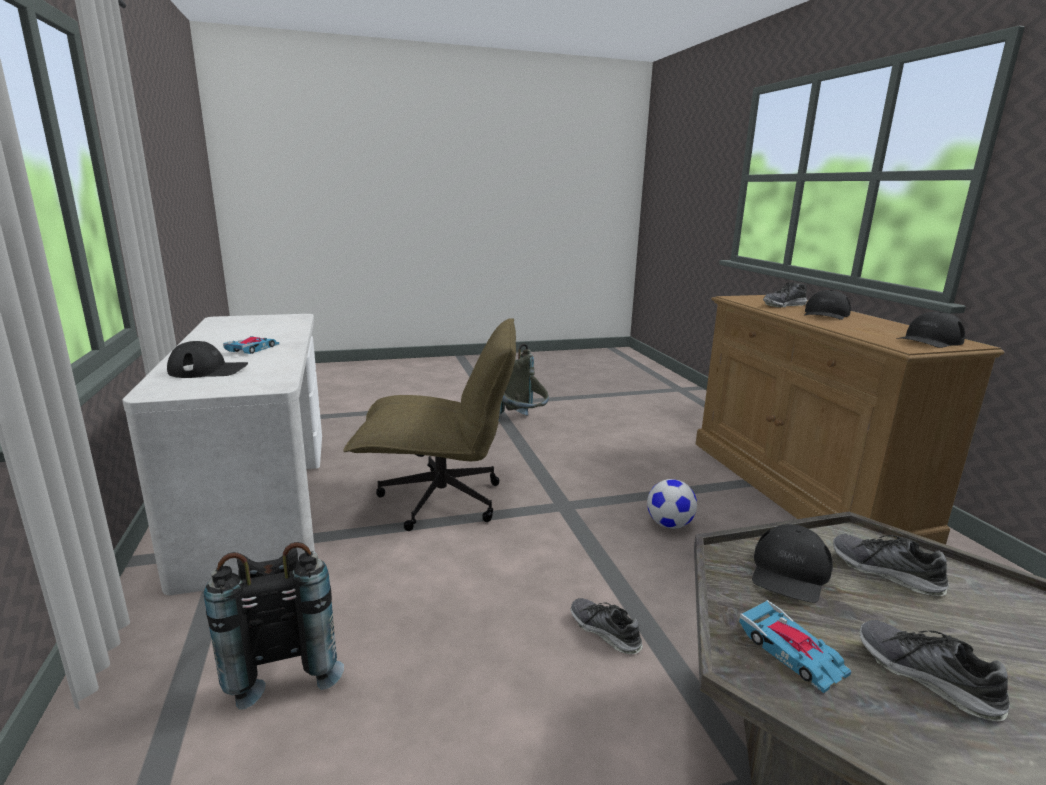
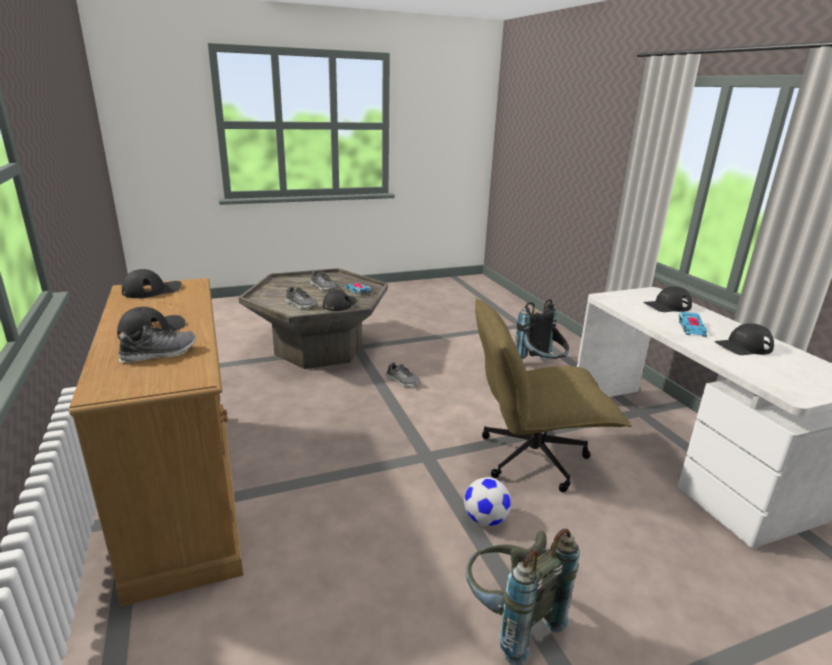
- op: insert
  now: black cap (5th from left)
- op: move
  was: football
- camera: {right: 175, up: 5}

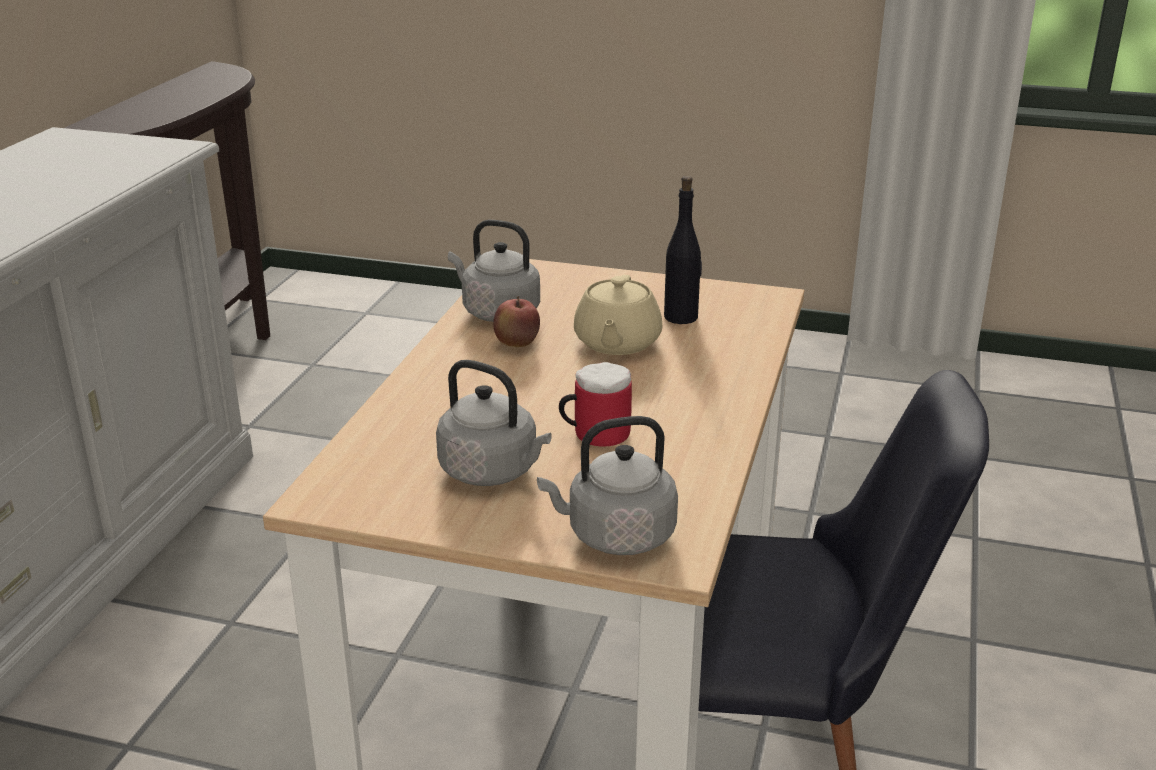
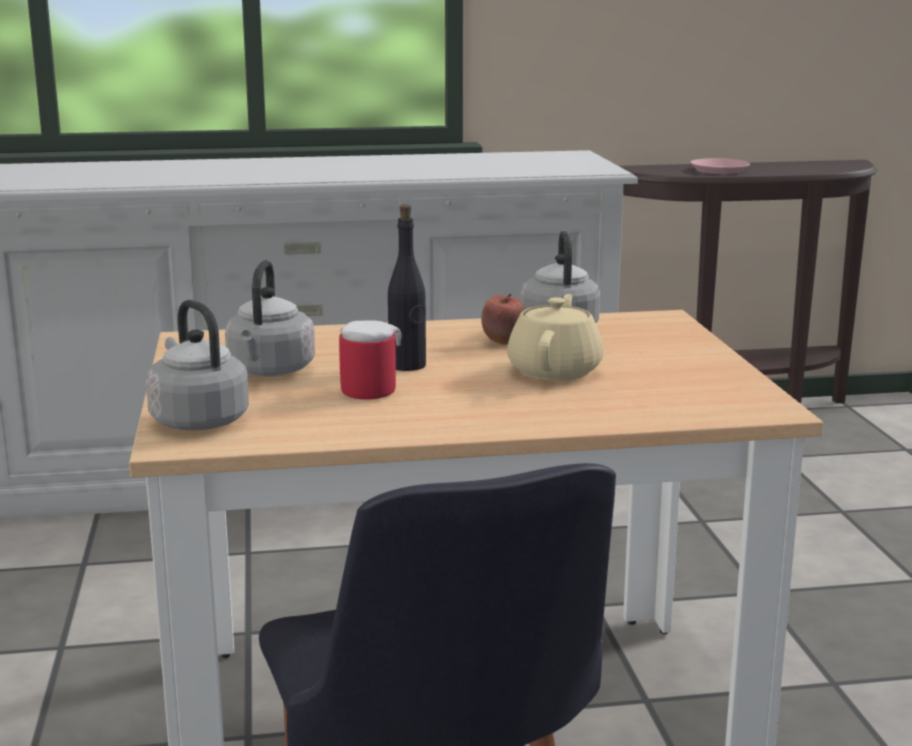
- op: insert
  now: pink plate
- op: move
  was: black bottle
- op: rotate
  was: beige teapot
  clockwise: 120
- camera: {right: 65, up: -10}

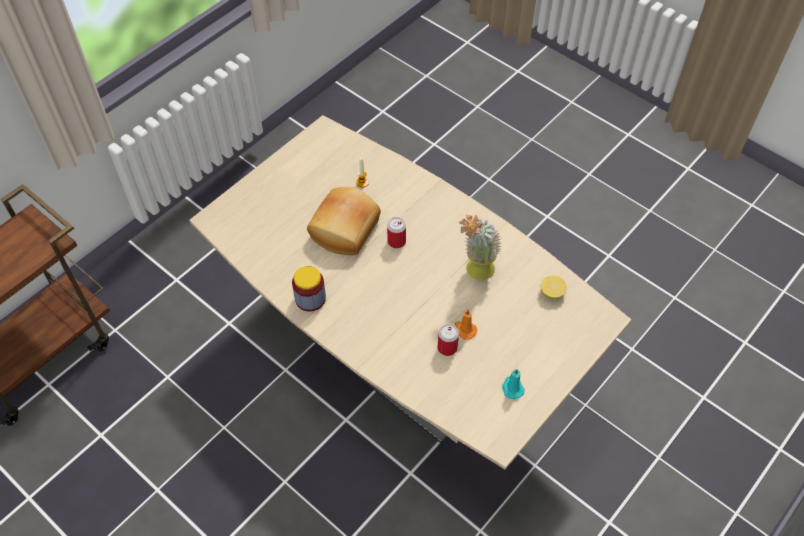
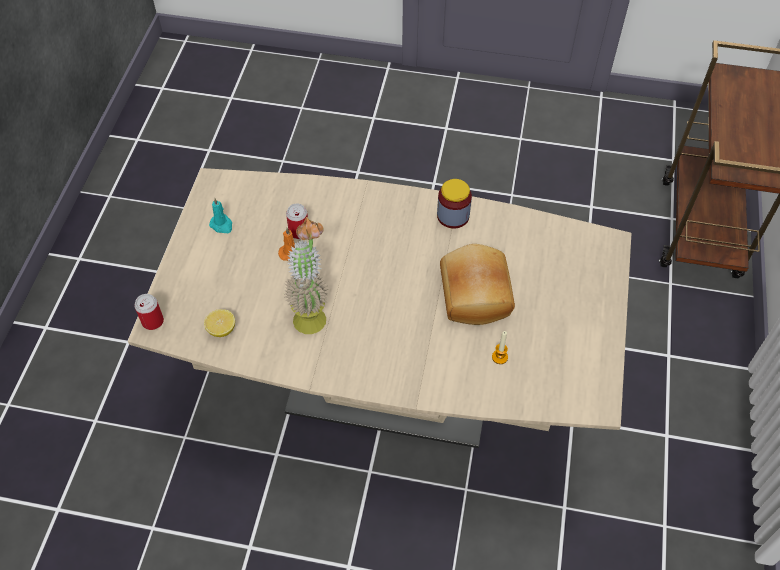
- op: move
  was: can (1st from left)
- camera: {right: 150, up: 0}

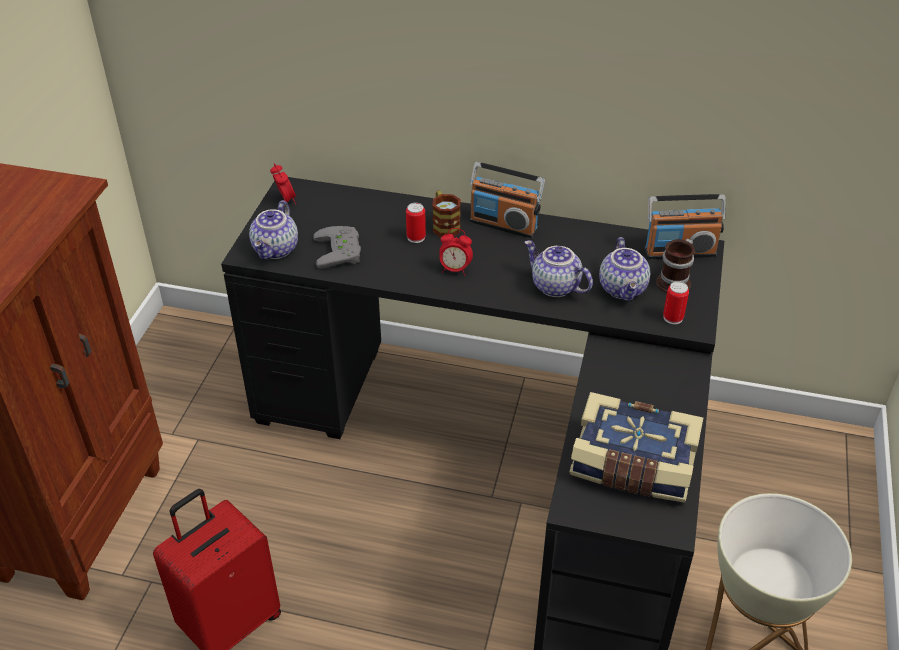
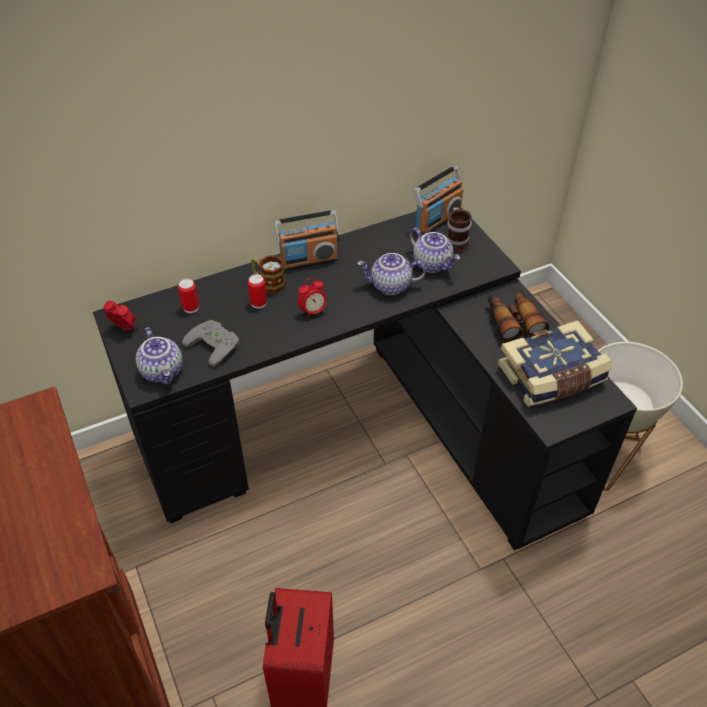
- op: insert
  now: binoculars
- op: move
  was: can (2nd from left in the first image)
  now: can (1st from left)
- camera: {right: -40, up: 5}

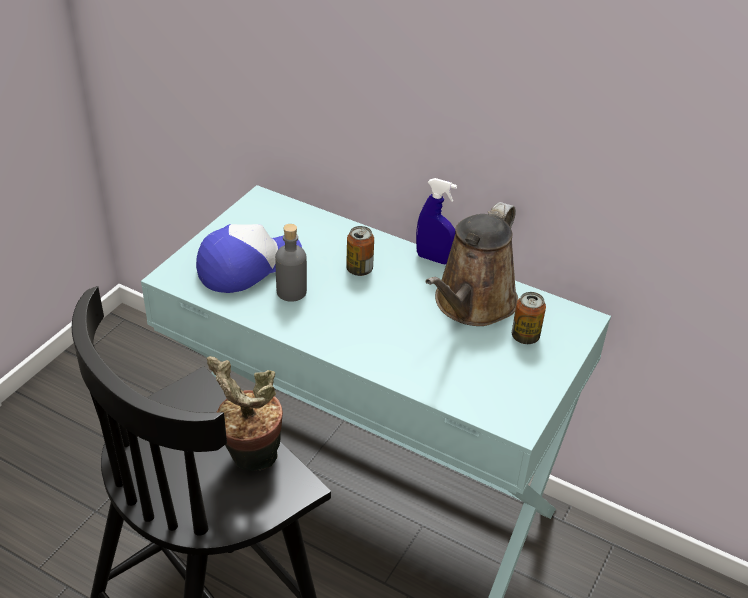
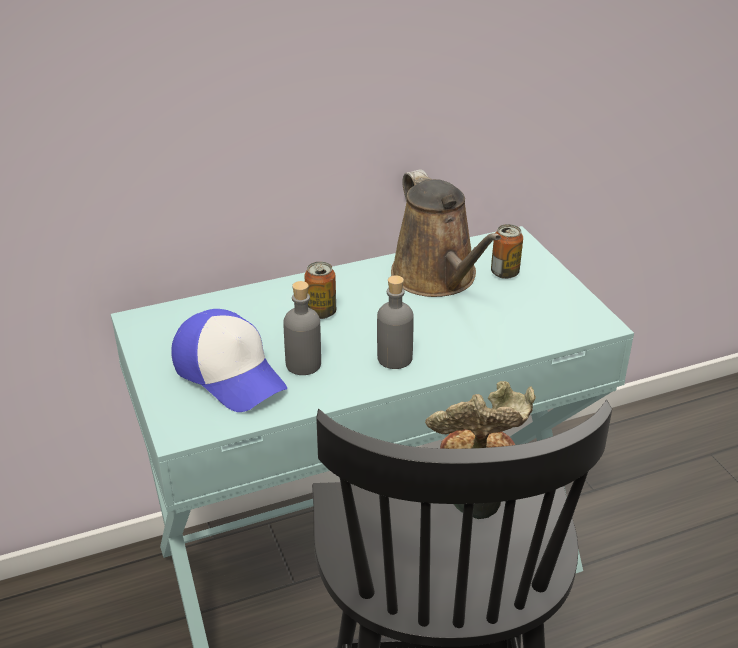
- op: delete
  was: blue spray bottle
- op: insert
  now: grey bottle (2nd from left)
- op: rotate
  was: cap
  clockwise: 135
- camera: {right: -50, up: -5}

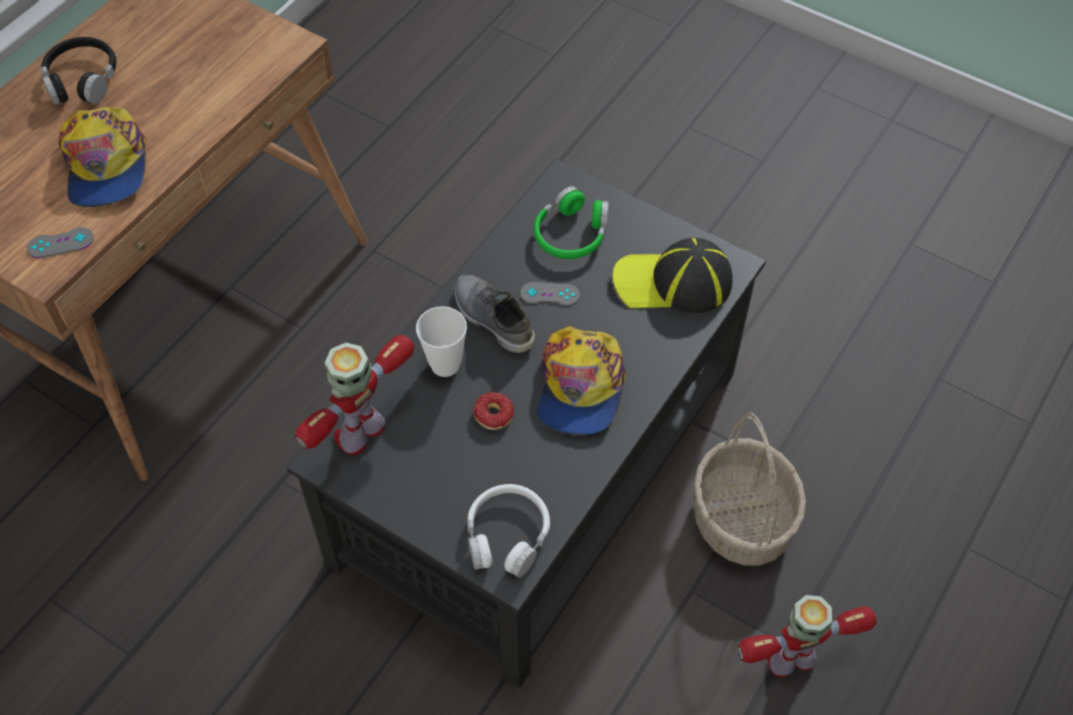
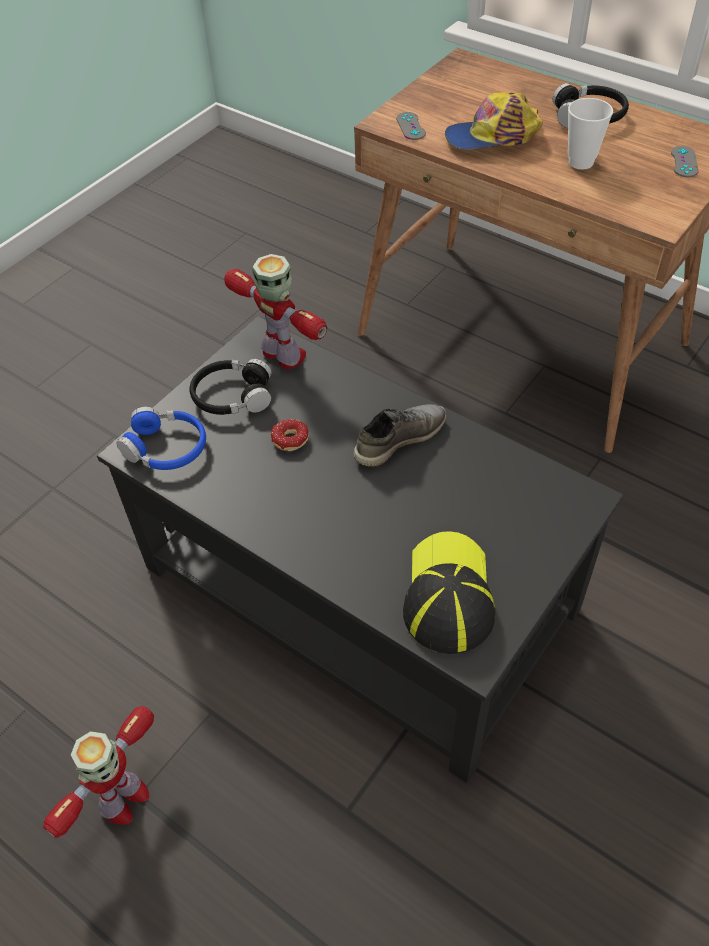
- op: delete
  was: green headphones
- op: delete
  was: cap (2nd from left)
- op: delete
  was: basket
- op: insert
  now: black headphones (1st from left)
- op: move
  was: cup
- op: move
  was: grey game controller (2nd from left)
- op: recolor
  was: white headphones
  now: blue headphones
- op: rotate
  was: toy robot (2nd from left in the first image)
  clockwise: 45
- camera: {right: 95, up: -5}

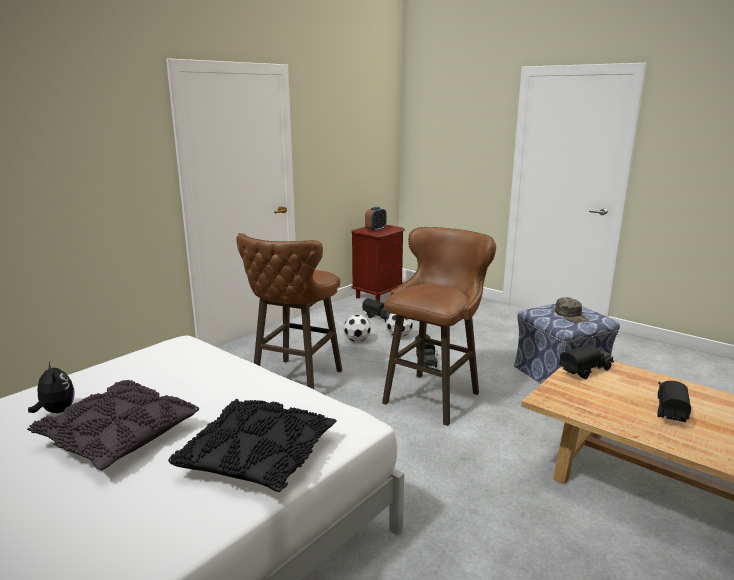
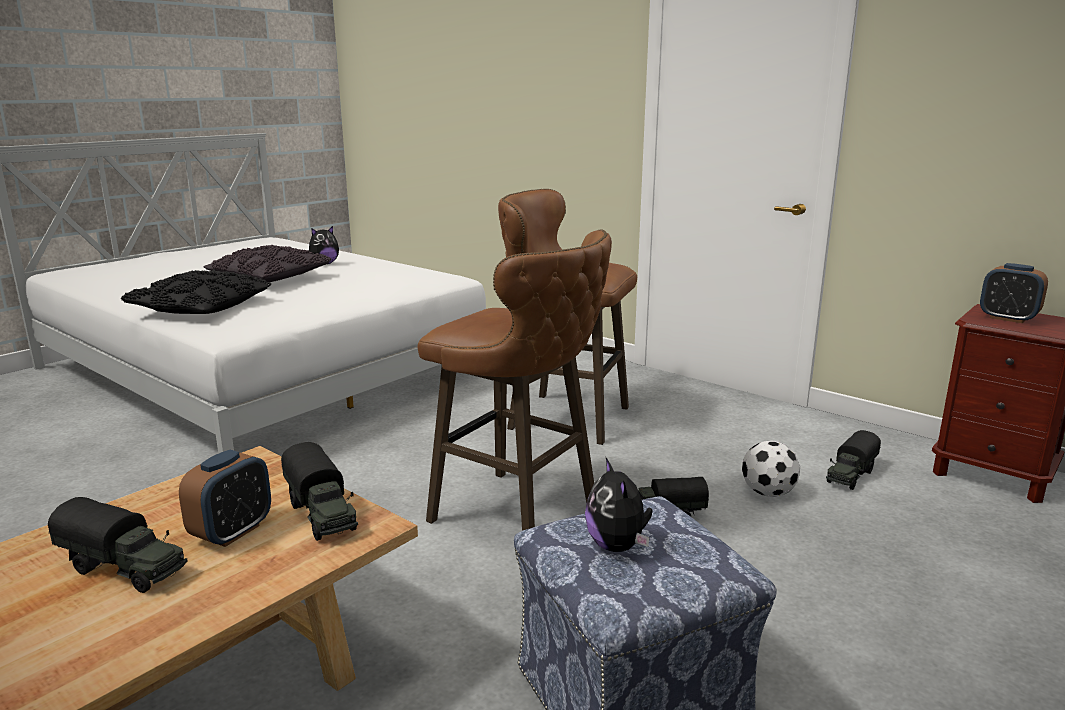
- op: delete
  was: football (1st from left)
- op: insert
  now: alarm clock (1st from left)
- op: replace
  was: green cap
  now: plush toy (2nd from left)
- camera: {right: 90, up: 0}

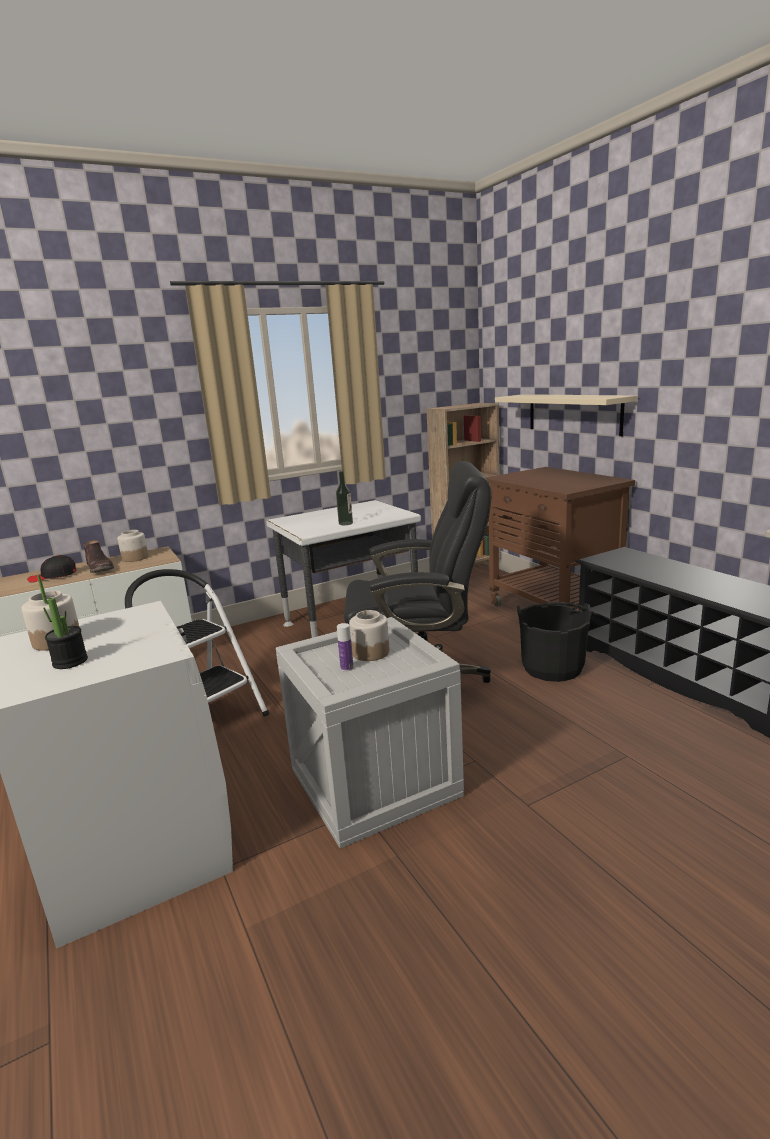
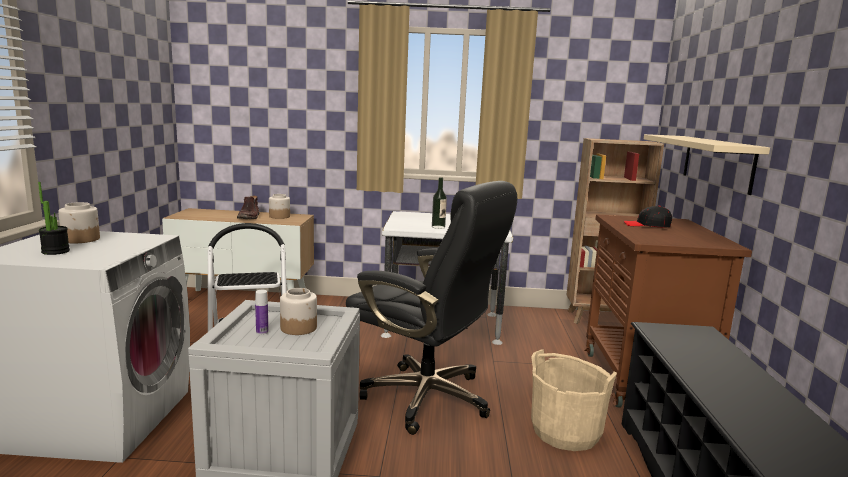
- op: move
  was: black cap
- op: recolor
  was: black bucket
  now: beige bucket
- camera: {right: 30, up: -5}

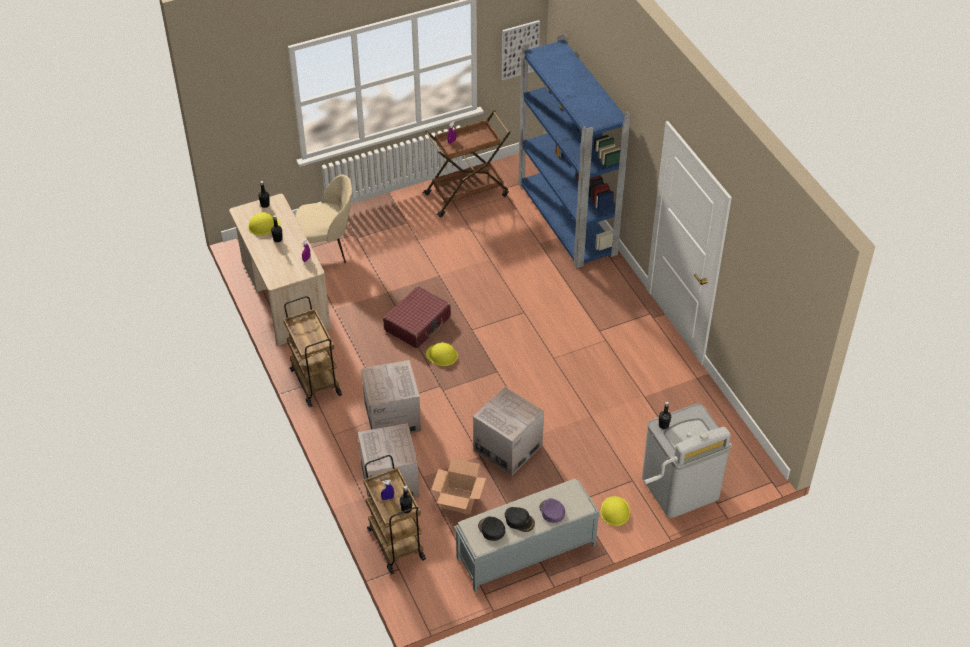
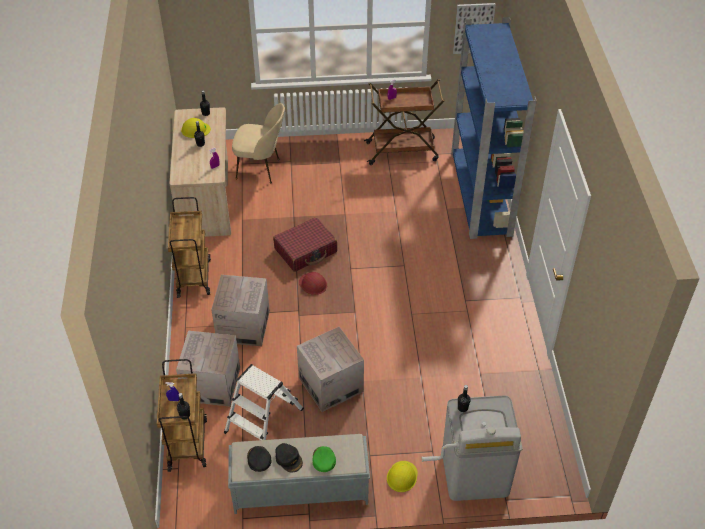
- op: replace
  was: cardboard box (3rd from left)
  now: white step ladder
- op: recolor
  was: yellow hard hat (2nd from left)
  now: red hard hat
- op: recolor
  was: purple cap
  now: green cap
- camera: {right: 20, up: 0}

